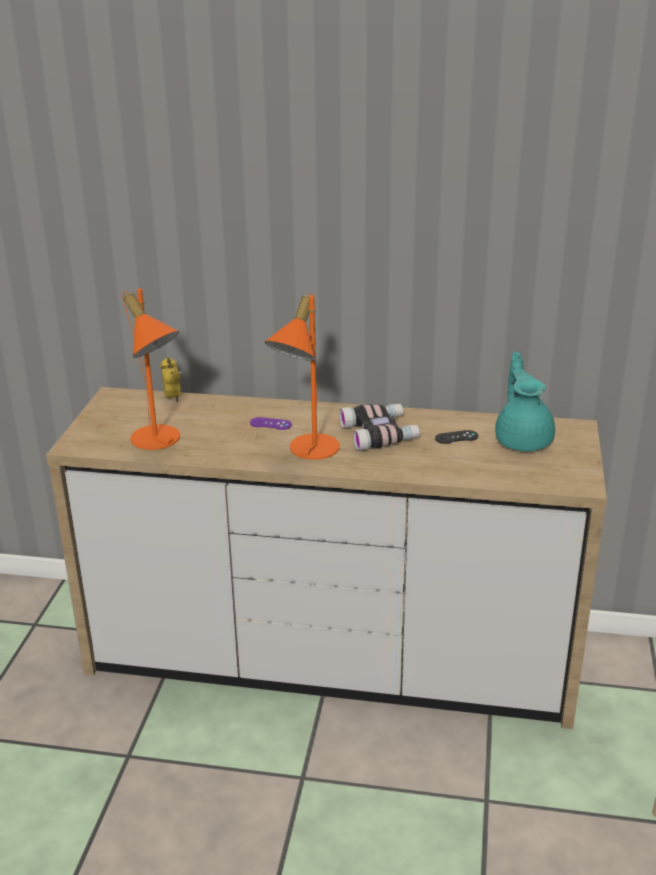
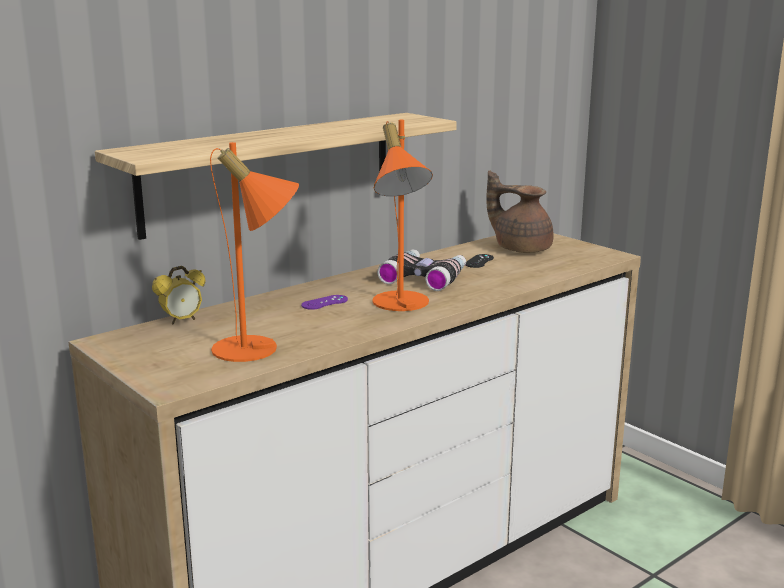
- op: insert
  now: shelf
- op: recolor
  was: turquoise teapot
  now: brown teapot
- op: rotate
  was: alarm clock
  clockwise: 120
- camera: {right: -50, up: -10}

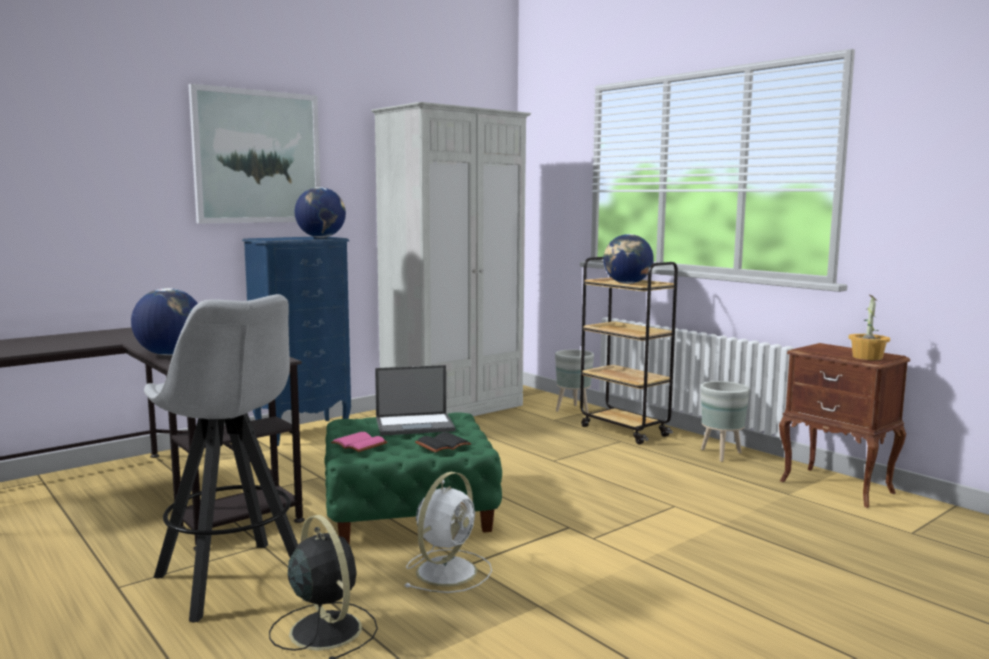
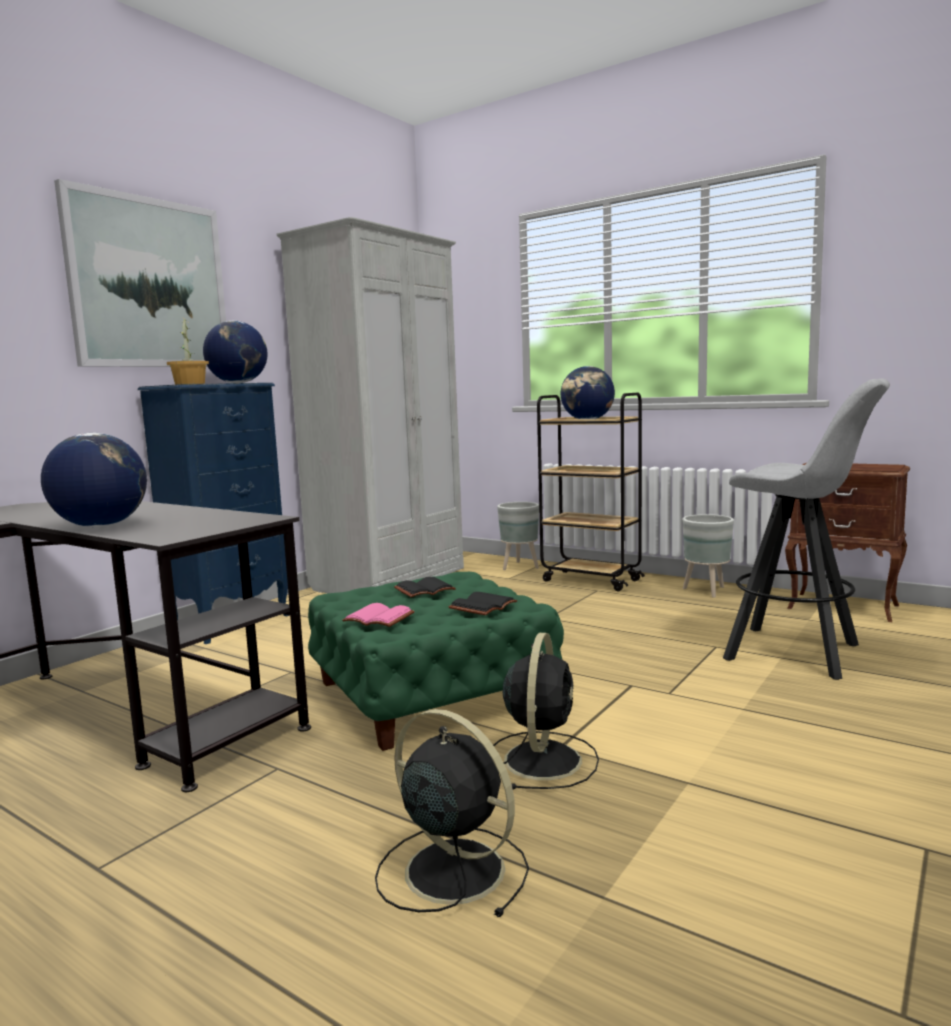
- op: move
  was: grey stool
- op: move
  was: potted plant
- op: replace
  was: laptop
  now: black book (1st from left)
- op: recolor
  was: white fan
  now: black fan (2nd from left)
- camera: {right: -15, up: 0}

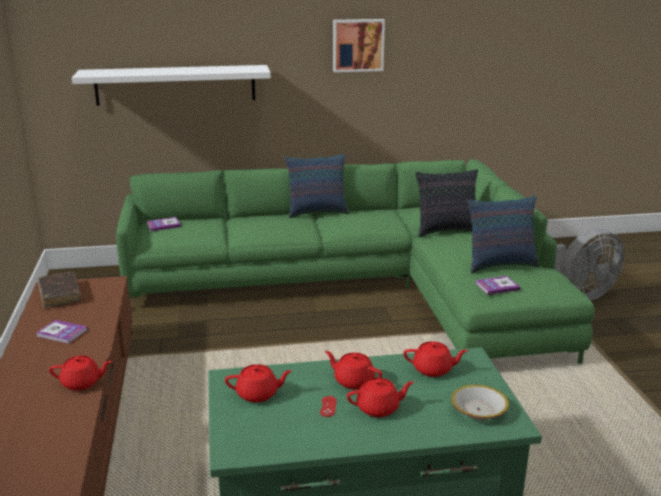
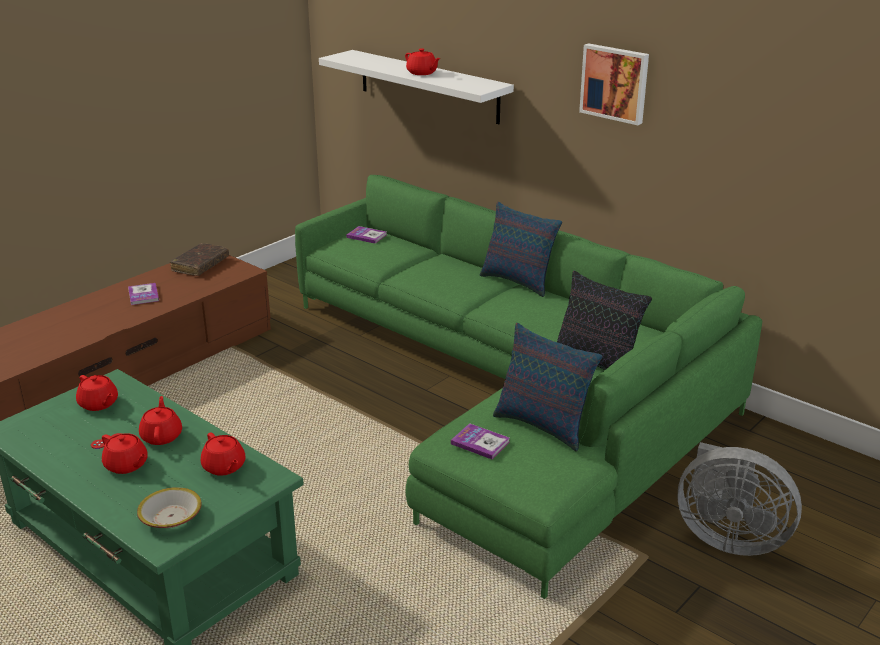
- op: move
  was: red teapot (1st from left in the first image)
  now: red teapot (5th from left)
- camera: {right: 50, up: 5}

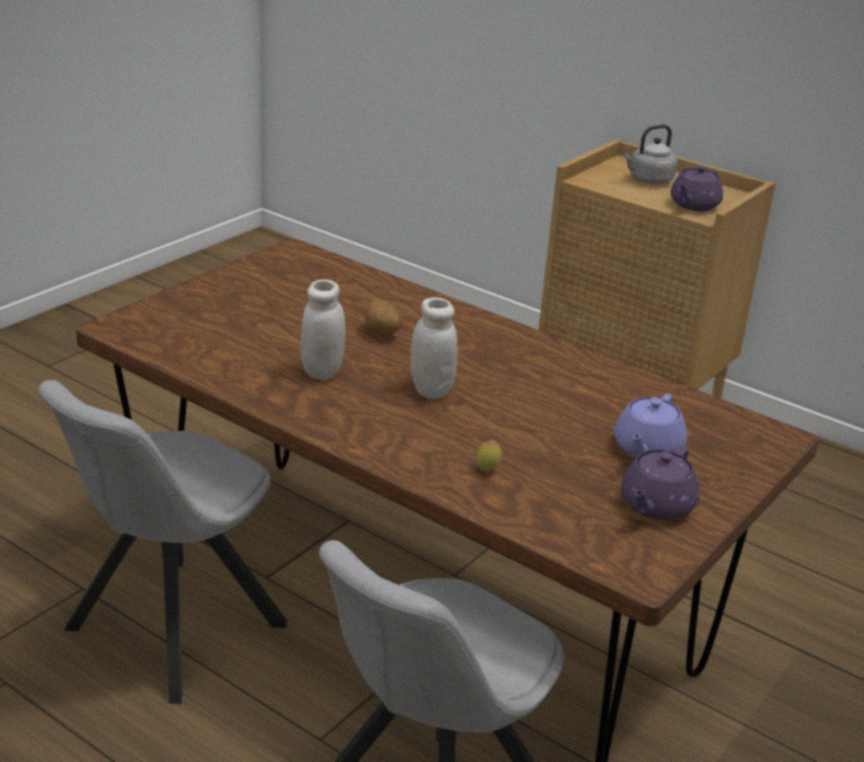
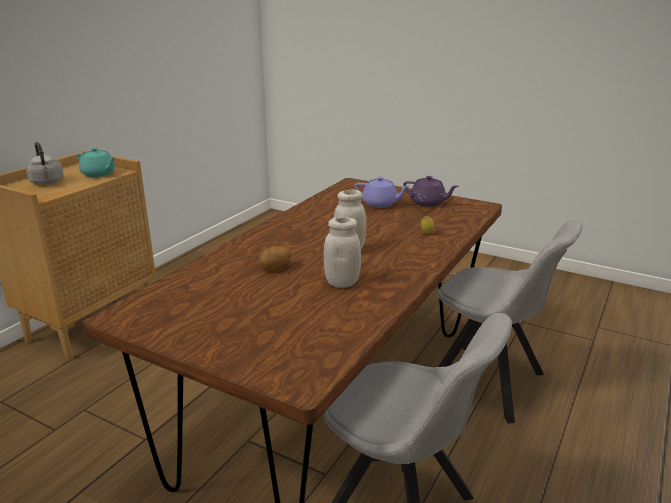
- op: recolor
  was: purple teapot (3rd from left)
  now: turquoise teapot
- camera: {right: -95, up: -5}

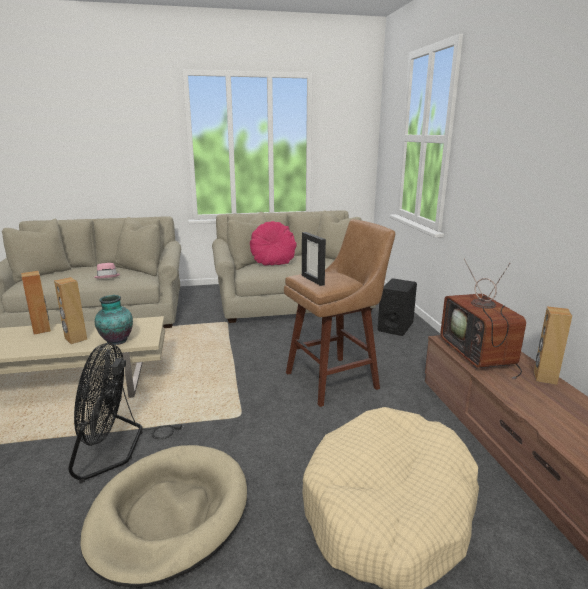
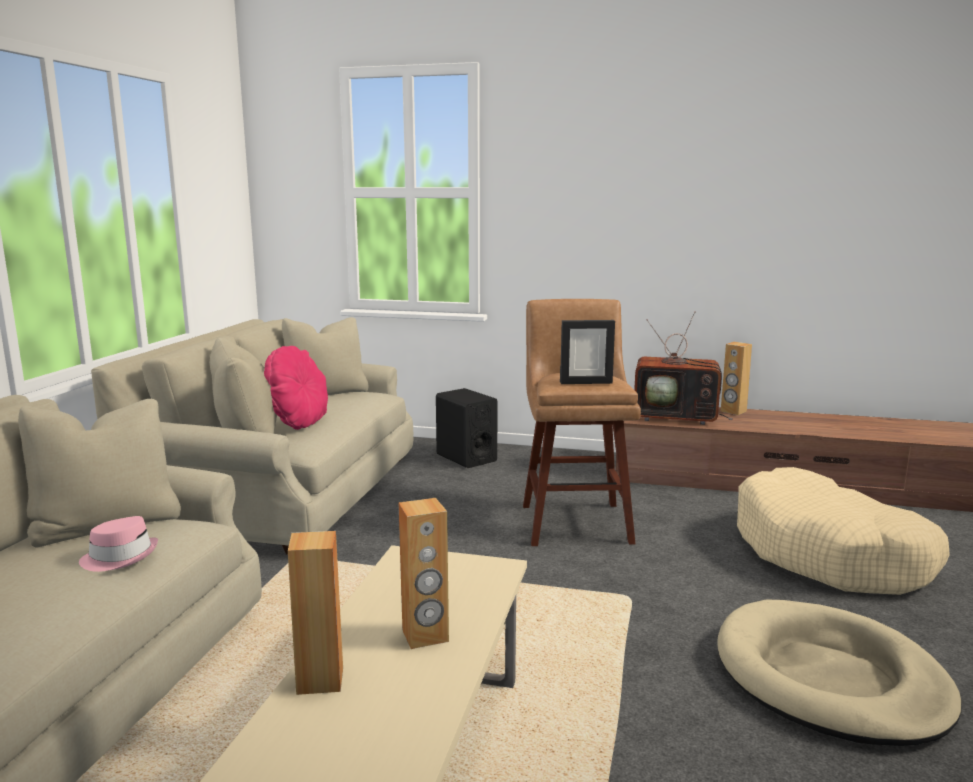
- op: delete
  was: black fan
- op: delete
  was: vase
- camera: {right: -65, up: -5}

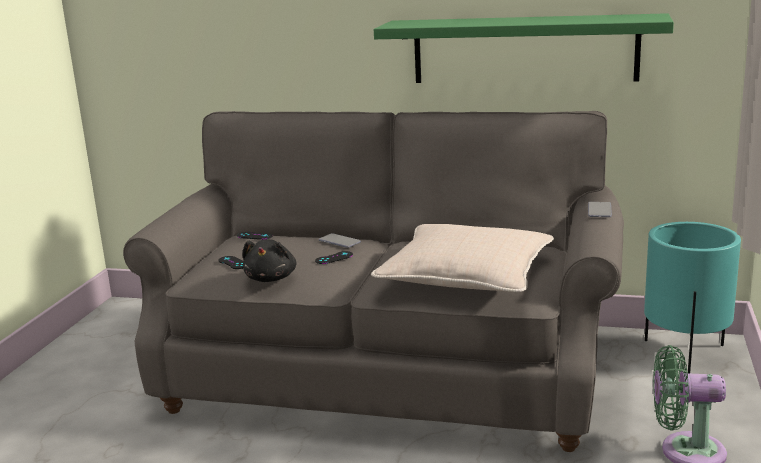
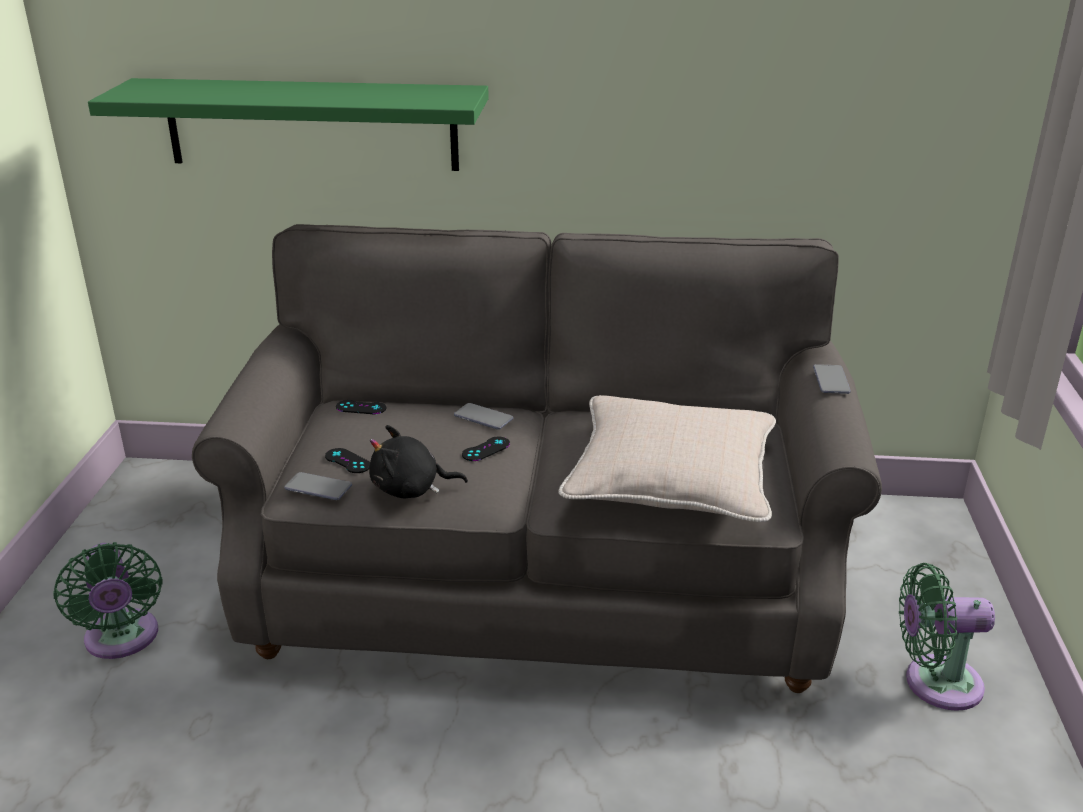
- op: delete
  was: turquoise planter
- op: insert
  now: green fan (1st from left)
- op: insert
  now: phone (1st from left)
- op: move
  was: green shelf
- op: rotate
  was: black plush toy
  clockwise: 90
- camera: {right: -10, up: 10}

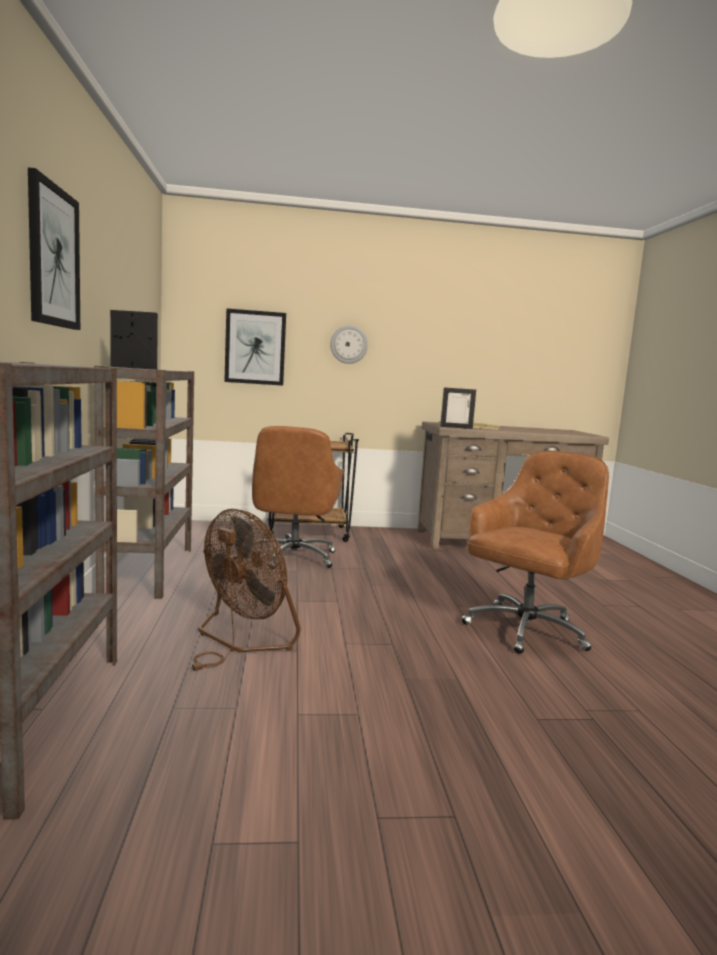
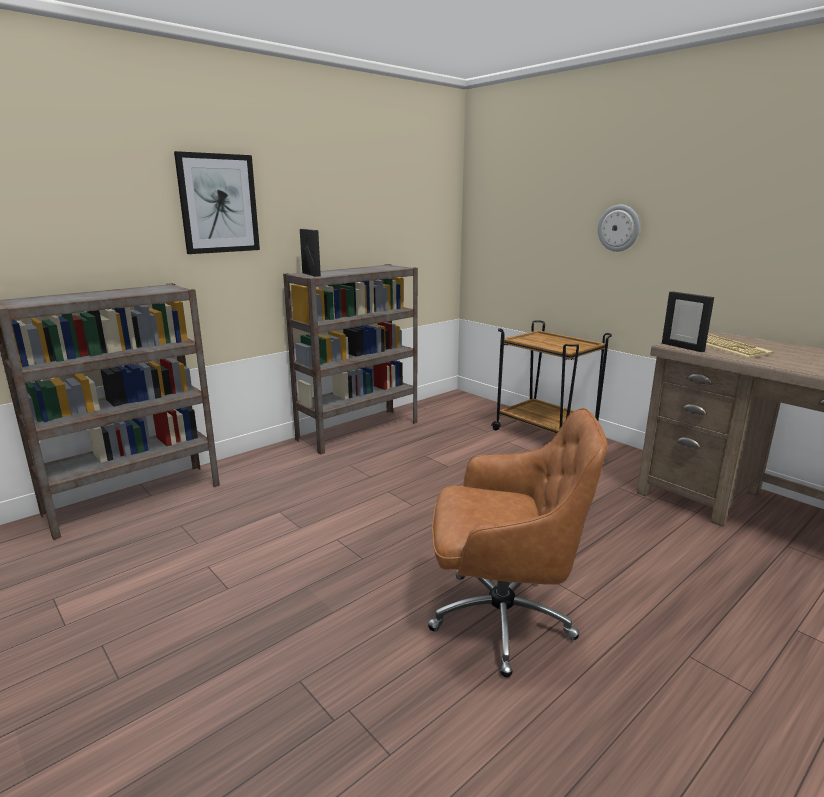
- op: delete
  was: brown fan
- op: delete
  was: picture (2nd from left)
- op: delete
  was: brown office chair (1st from left)
- camera: {right: 55, up: 10}

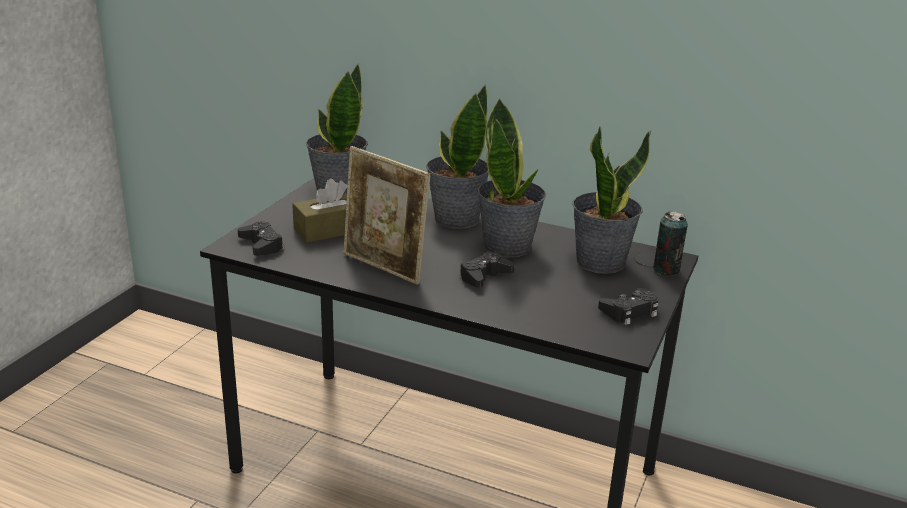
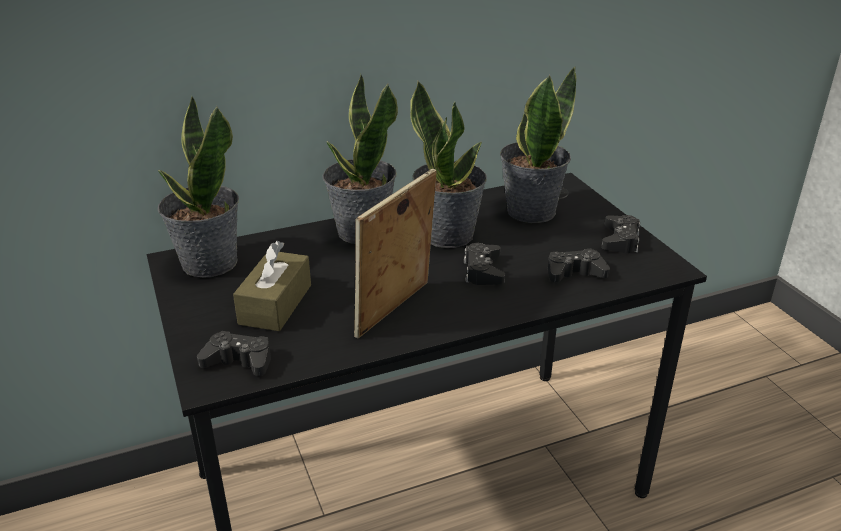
- op: delete
  was: can
- op: insert
  now: black game controller (3rd from left)
- op: rotate
  was: picture frame
  clockwise: 135
- camera: {right: -45, up: 5}

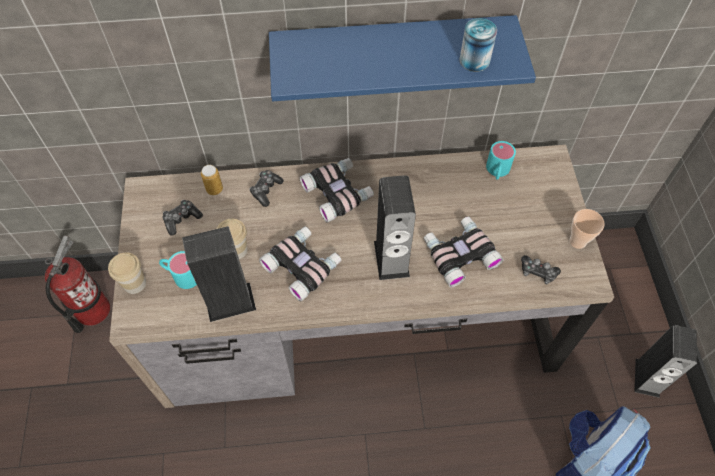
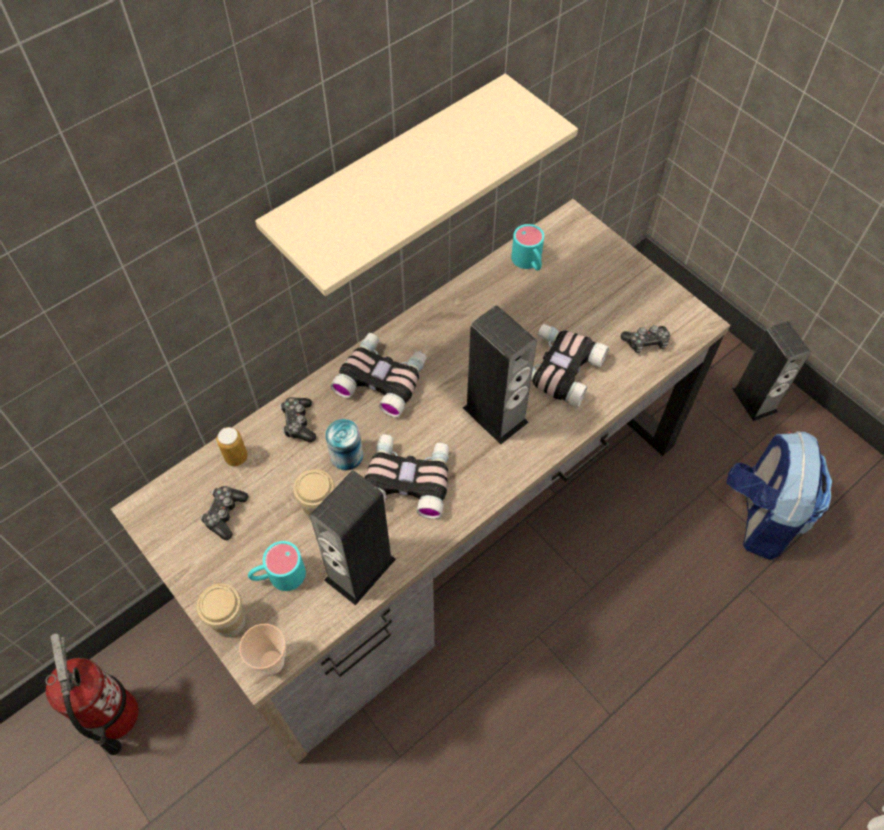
- op: move
  was: can (2nd from left)
- op: move
  was: cup (3rd from left in the first image)
  now: cup (2nd from left)
- op: recolor
  was: blue shelf
  now: beige shelf
- camera: {right: -35, up: 0}

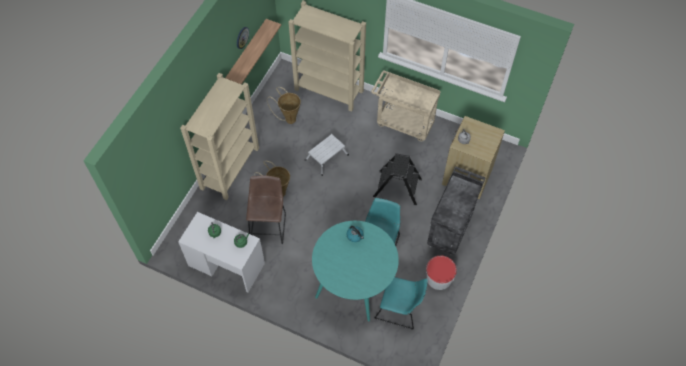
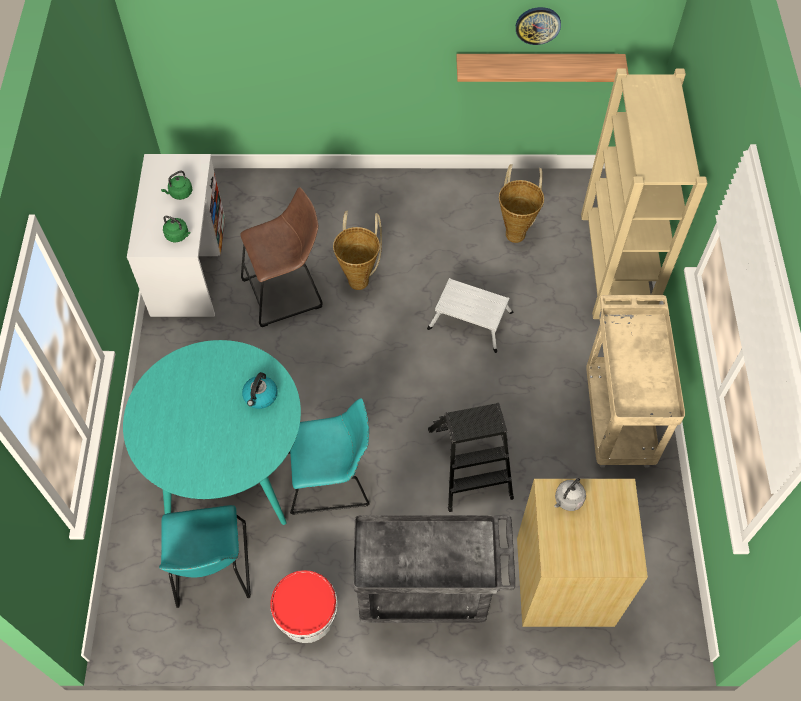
- op: delete
  was: beige bookcase (1st from left)
- camera: {right: 65, up: 0}

